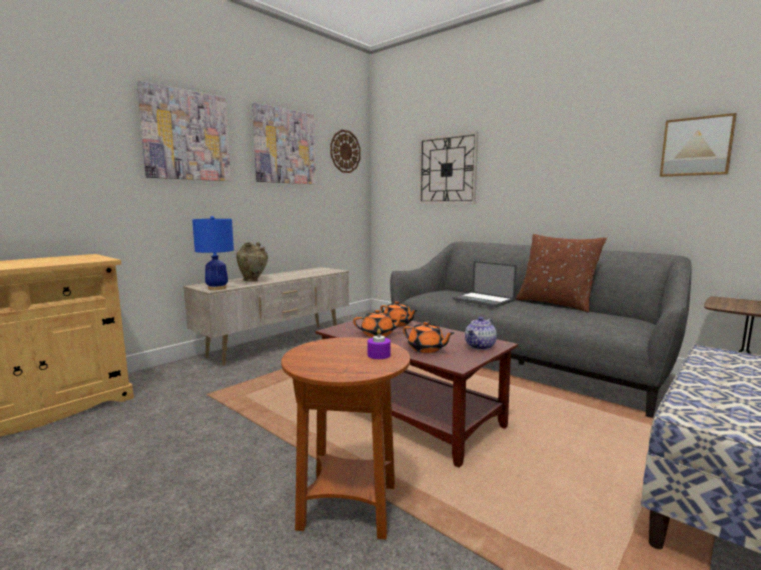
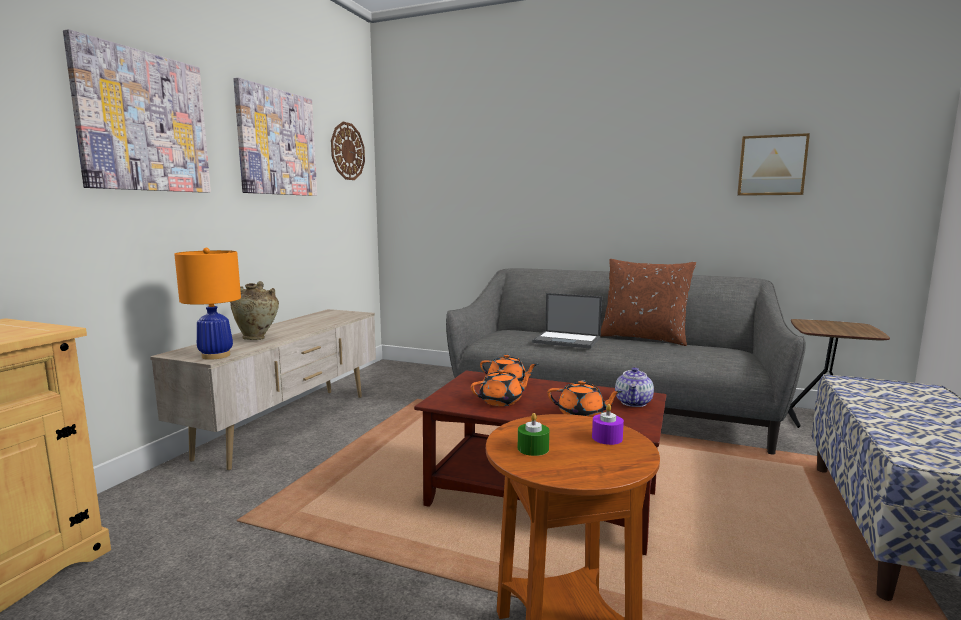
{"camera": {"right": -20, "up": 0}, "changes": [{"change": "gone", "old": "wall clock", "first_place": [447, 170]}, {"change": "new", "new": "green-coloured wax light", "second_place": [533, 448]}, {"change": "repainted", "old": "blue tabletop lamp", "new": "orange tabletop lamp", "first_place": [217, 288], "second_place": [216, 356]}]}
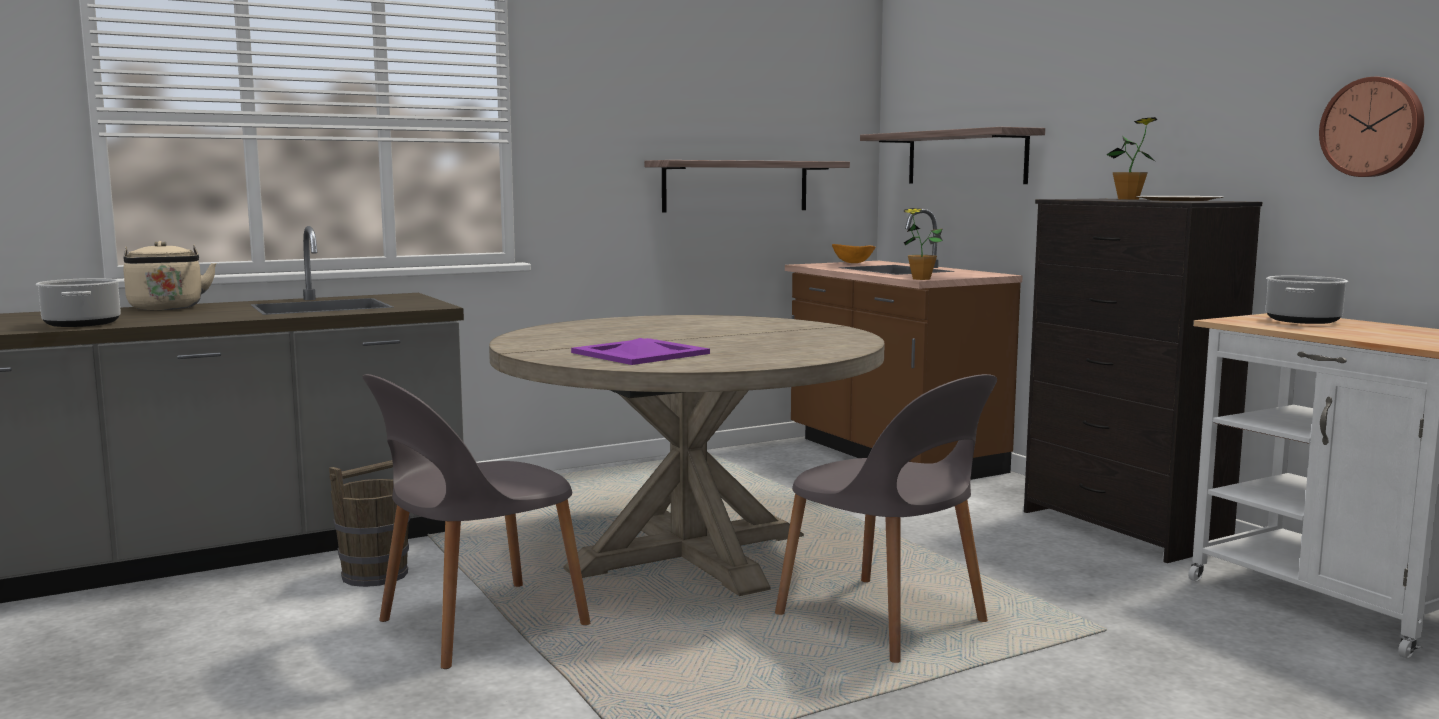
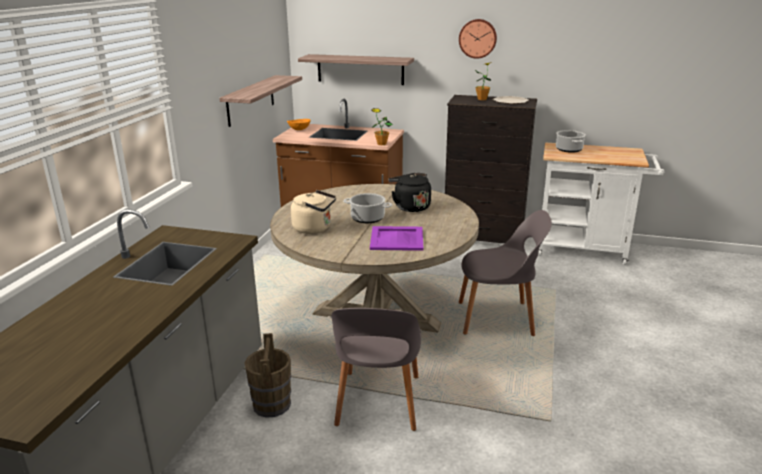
{"camera": {"right": -45, "up": 15}, "changes": [{"change": "new", "new": "black water kettle", "second_place": [410, 207]}, {"change": "shifted", "old": "stockpot", "first_place": [81, 323], "second_place": [367, 218]}, {"change": "shifted", "old": "sand-coloured water kettle", "first_place": [167, 308], "second_place": [314, 229]}, {"change": "shifted", "old": "wall clock", "first_place": [1373, 127], "second_place": [477, 38]}]}
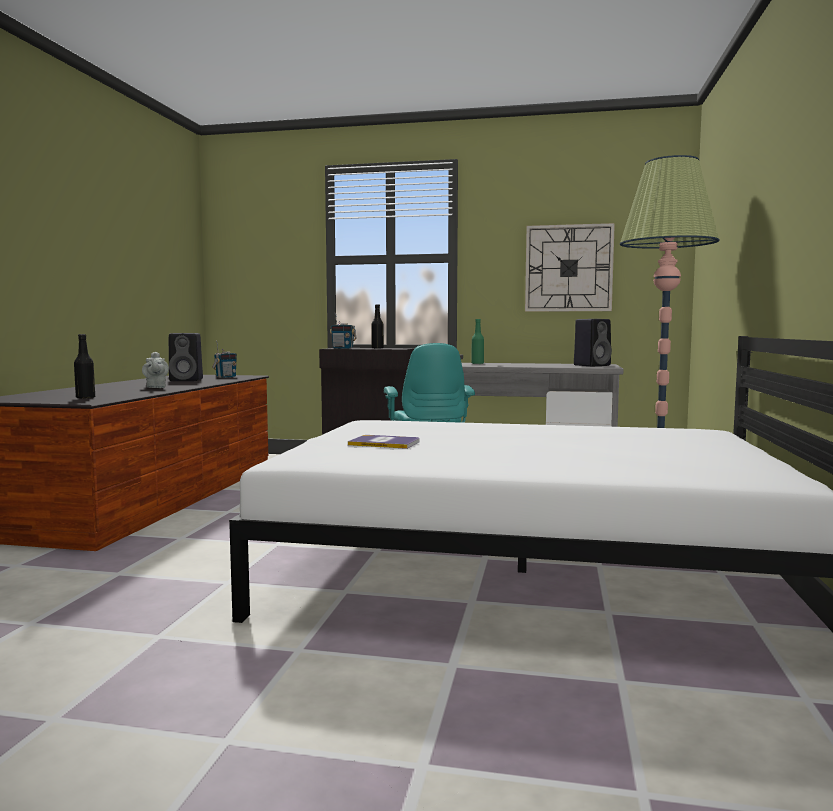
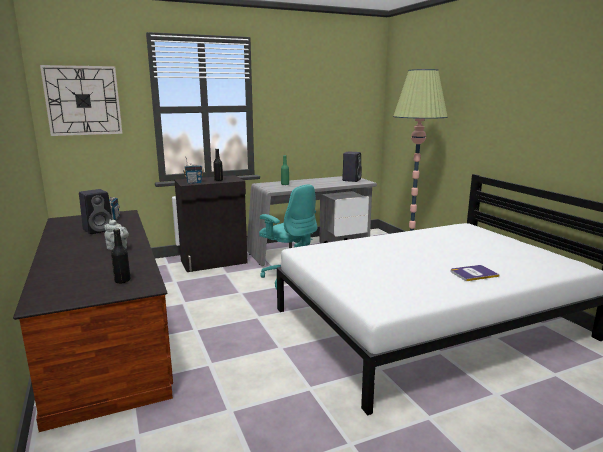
{"camera": {"right": -35, "up": 10}, "changes": [{"change": "shifted", "old": "volume", "first_place": [384, 443], "second_place": [473, 273]}, {"change": "shifted", "old": "wall clock", "first_place": [568, 268], "second_place": [83, 100]}]}
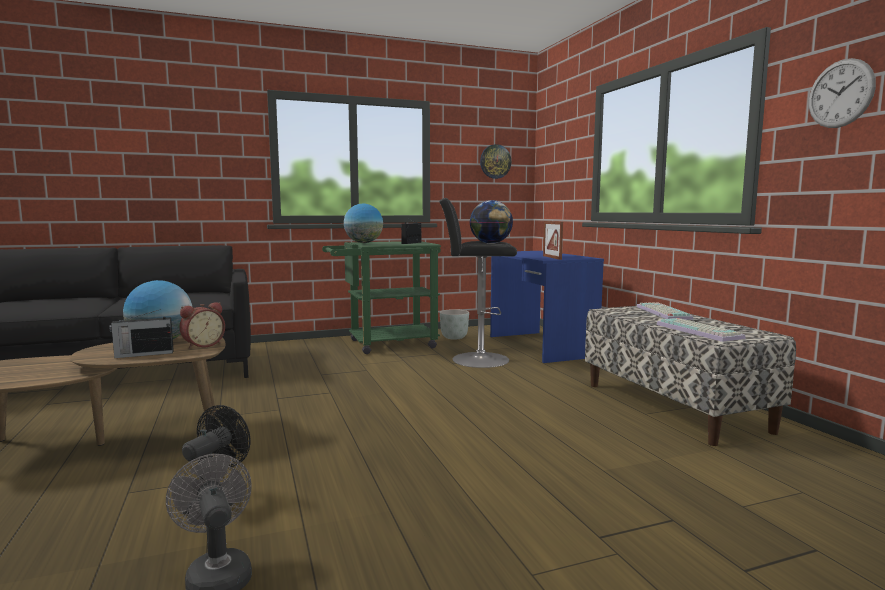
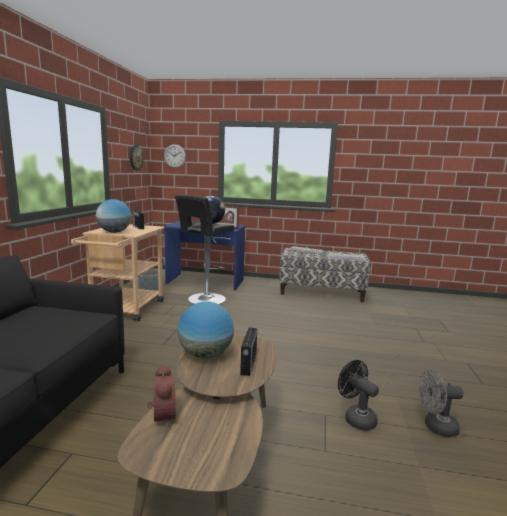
{"camera": {"right": -60, "up": 5}, "changes": [{"change": "shifted", "old": "table clock", "first_place": [202, 345], "second_place": [161, 416]}, {"change": "shifted", "old": "wall clock", "first_place": [840, 93], "second_place": [174, 156]}, {"change": "repainted", "old": "green-coloured trolley", "new": "sand-coloured trolley", "first_place": [384, 344], "second_place": [125, 310]}]}
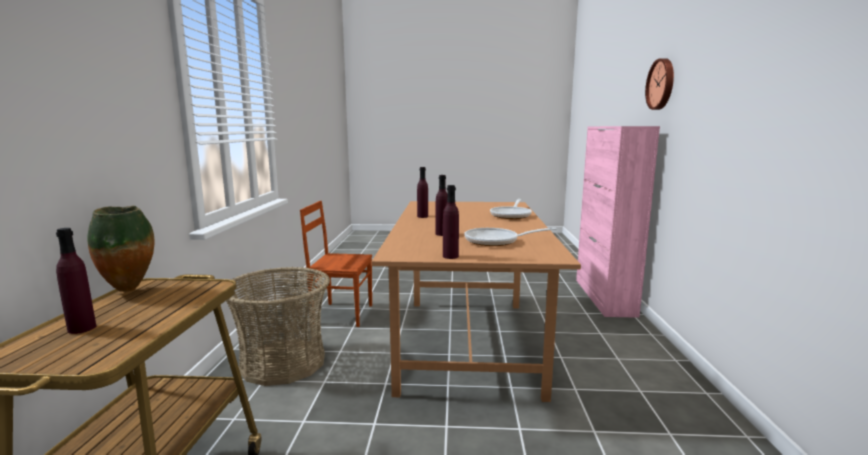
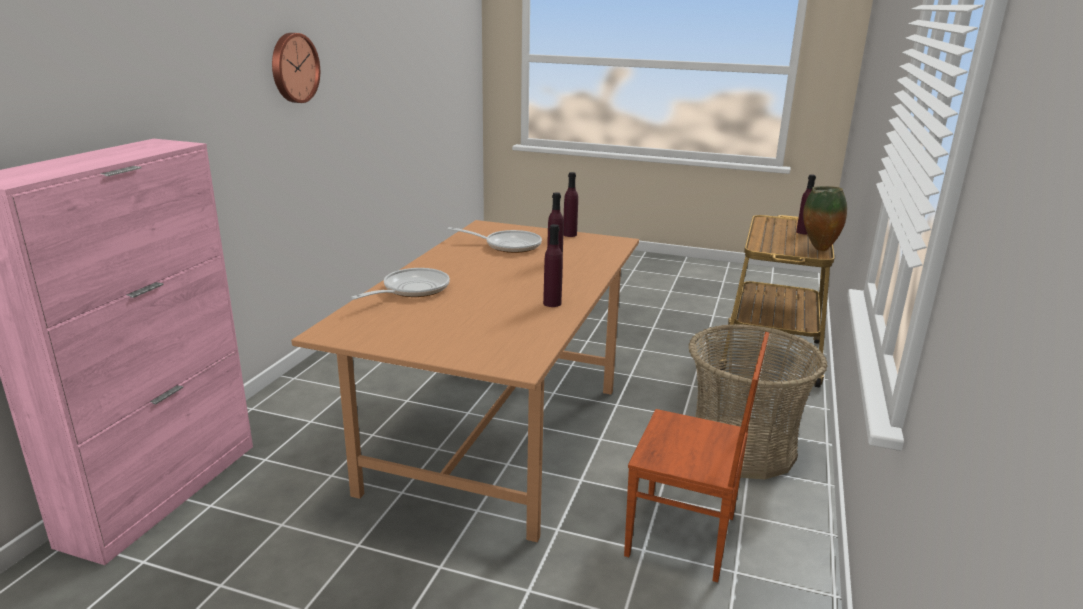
{"camera": {"right": -165, "up": 10}, "changes": [{"change": "shifted", "old": "wall clock", "first_place": [661, 84], "second_place": [293, 68]}]}
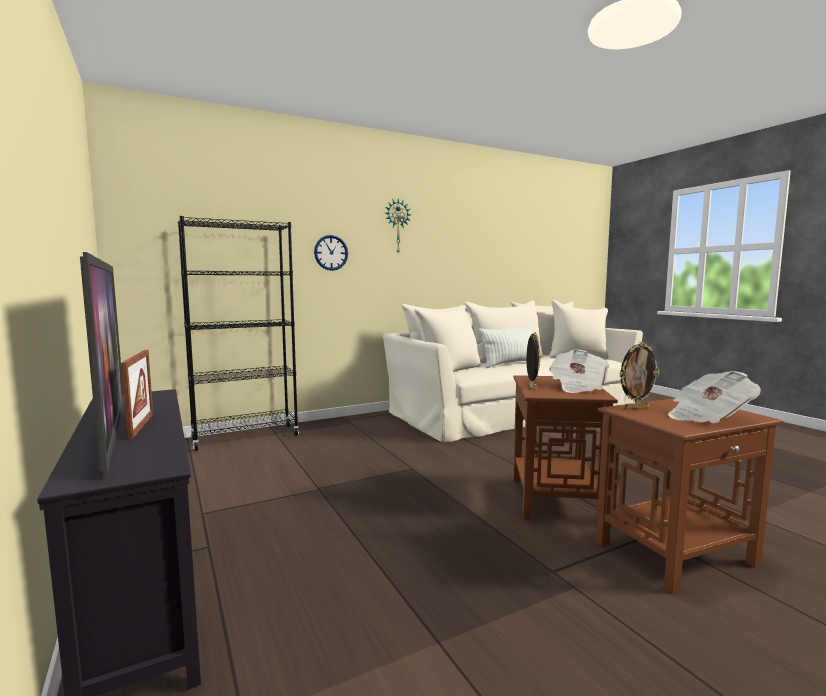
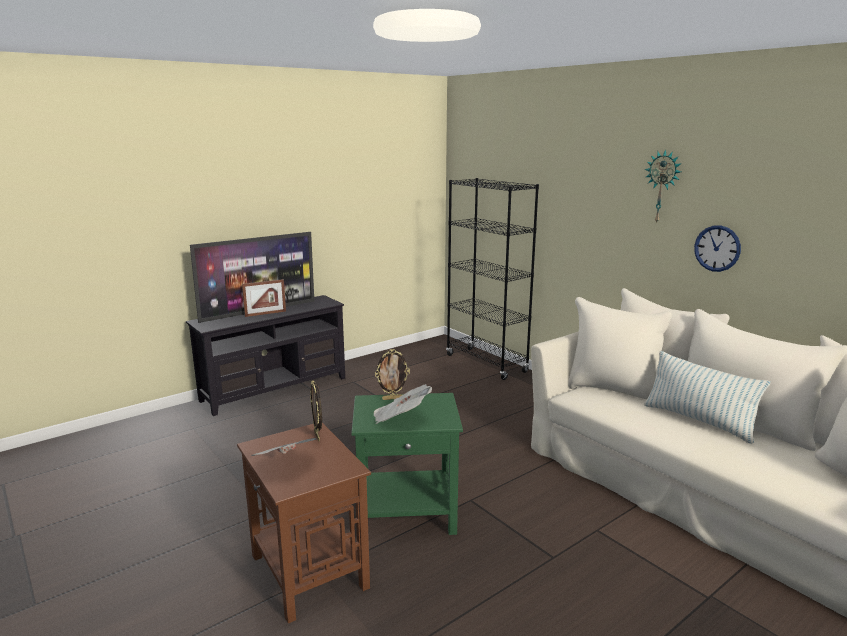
{"camera": {"right": 80, "up": 10}, "changes": [{"change": "shifted", "old": "wall clock", "first_place": [331, 252], "second_place": [717, 248]}, {"change": "repainted", "old": "brown side table", "new": "green-coloured side table", "first_place": [554, 497], "second_place": [408, 513]}]}
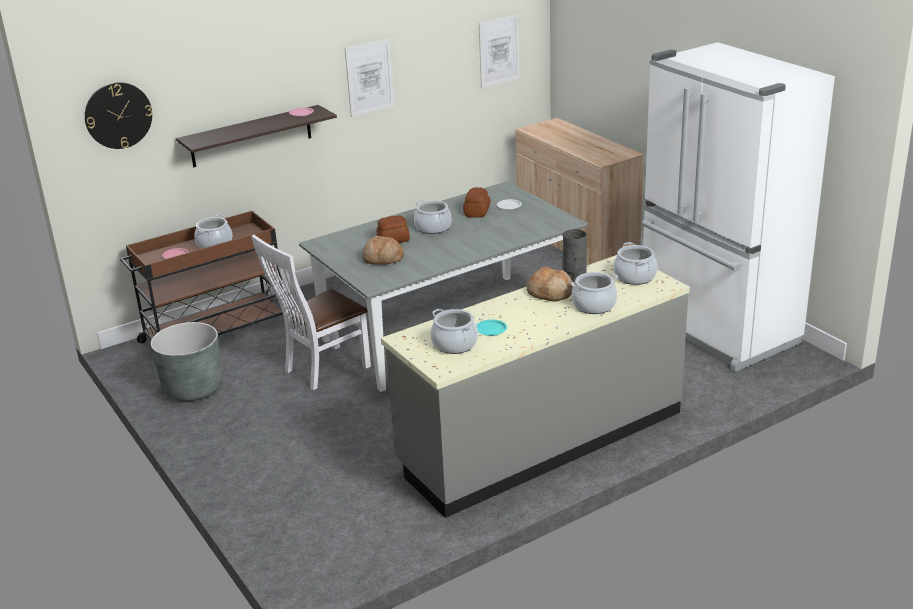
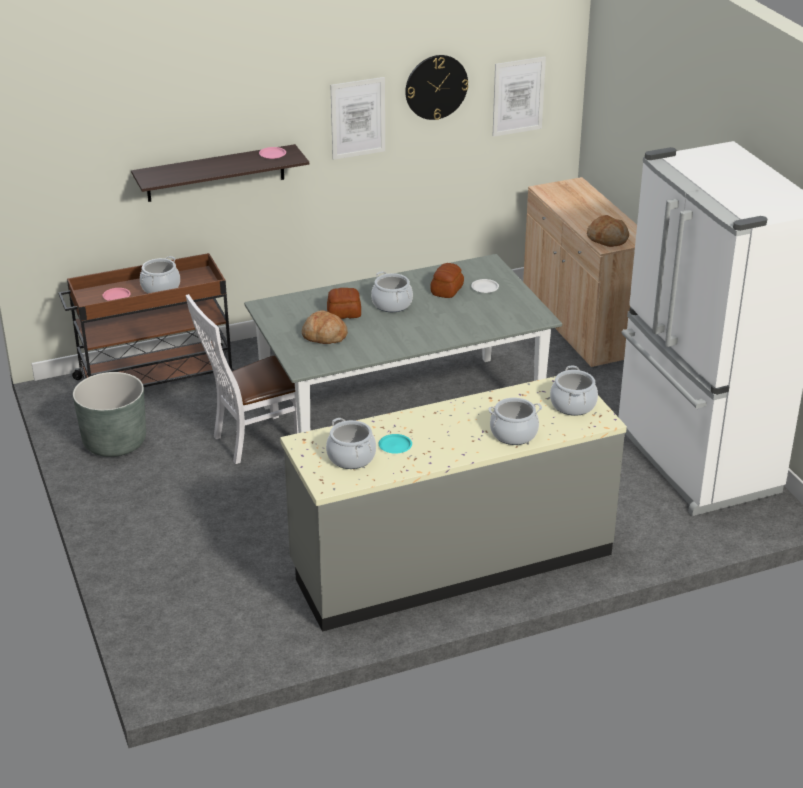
{"camera": {"right": 10, "up": 5}, "changes": [{"change": "gone", "old": "grey vase", "first_place": [573, 278]}, {"change": "shifted", "old": "wall clock", "first_place": [118, 115], "second_place": [436, 87]}, {"change": "shifted", "old": "bakery bread", "first_place": [550, 293], "second_place": [607, 239]}]}
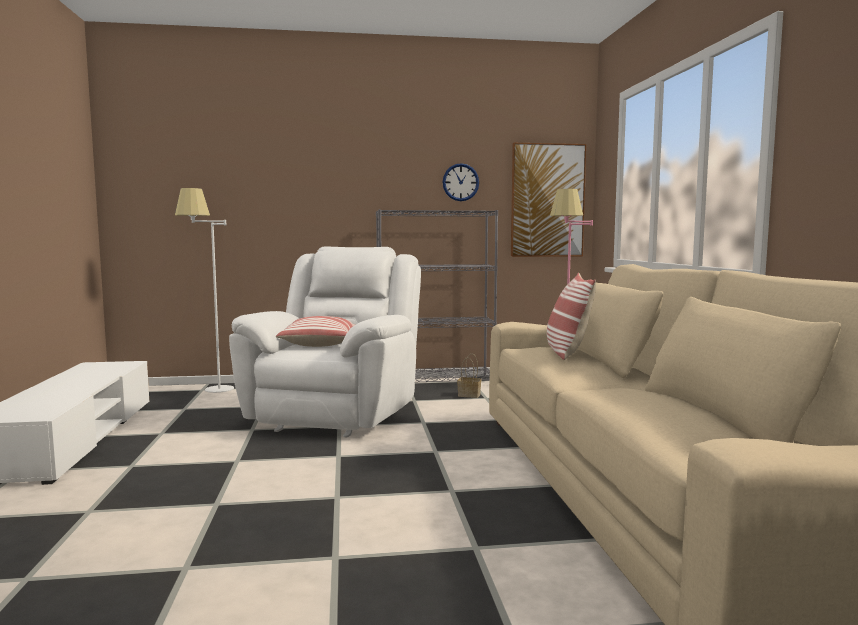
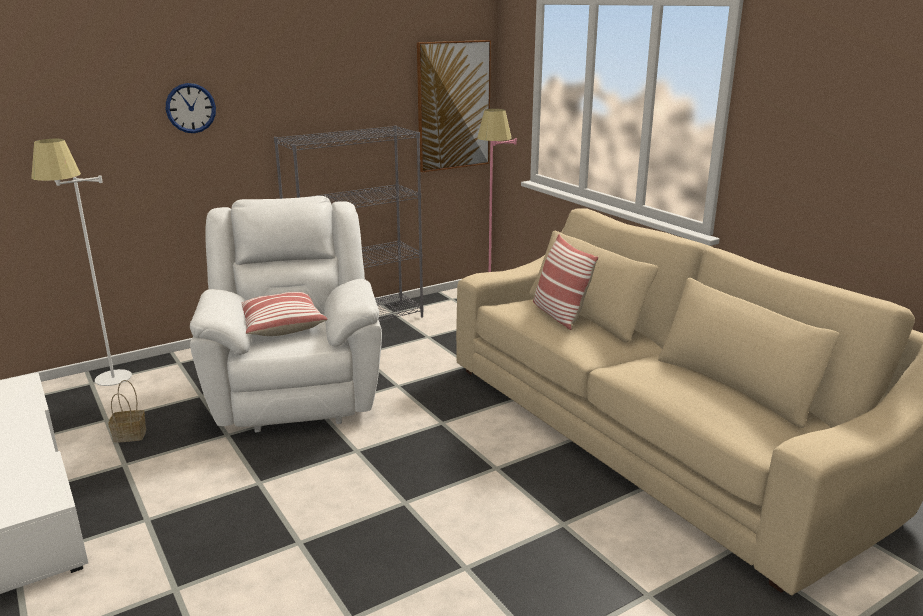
{"camera": {"right": -25, "up": 15}, "changes": [{"change": "shifted", "old": "wall clock", "first_place": [460, 182], "second_place": [190, 108]}, {"change": "shifted", "old": "household basket", "first_place": [470, 395], "second_place": [131, 435]}]}
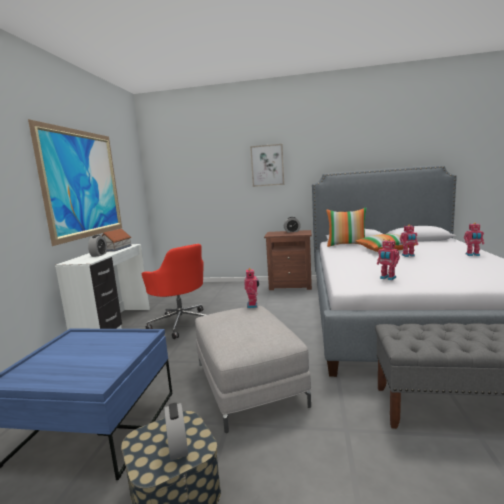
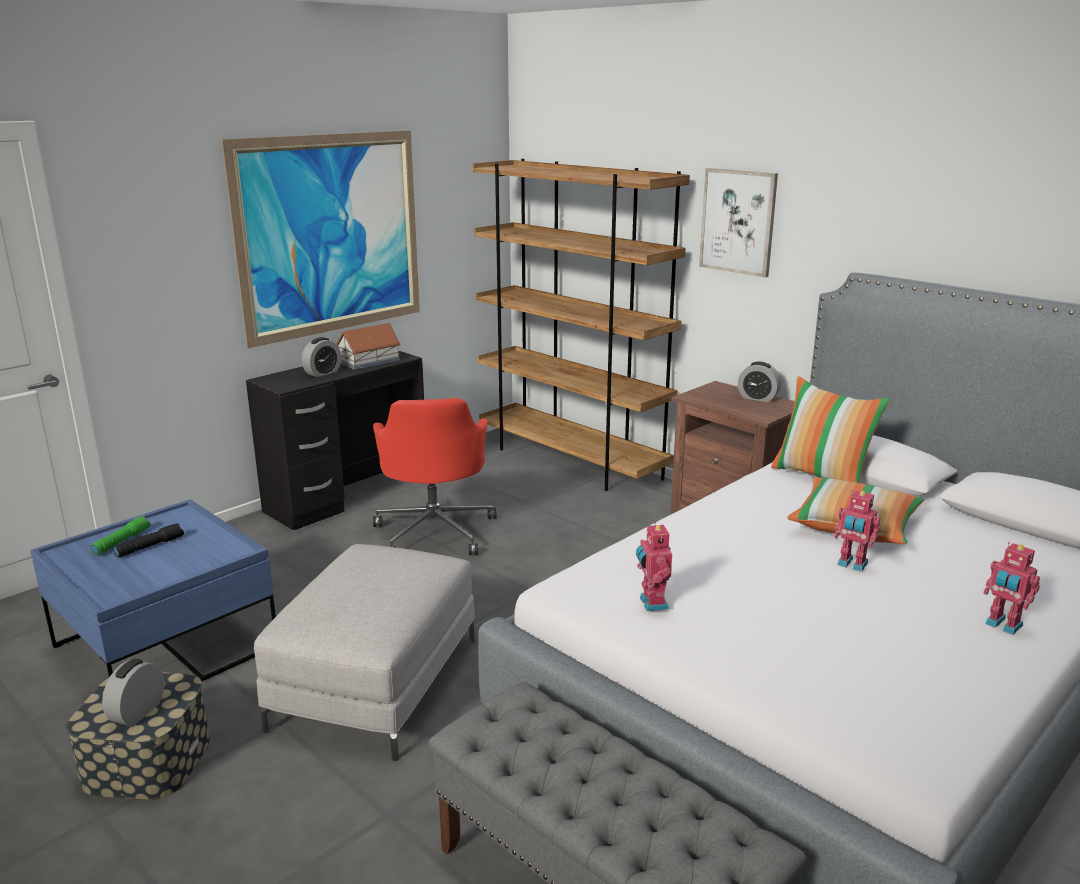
{"camera": {"right": 35, "up": 10}, "changes": [{"change": "gone", "old": "toy robot", "first_place": [253, 305]}, {"change": "new", "new": "green-coloured torch", "second_place": [121, 541]}, {"change": "new", "new": "black torch", "second_place": [150, 546]}, {"change": "new", "new": "brown shelving unit", "second_place": [571, 461]}, {"change": "repainted", "old": "white-coloured desk table", "new": "black desk table", "first_place": [115, 326], "second_place": [349, 497]}]}
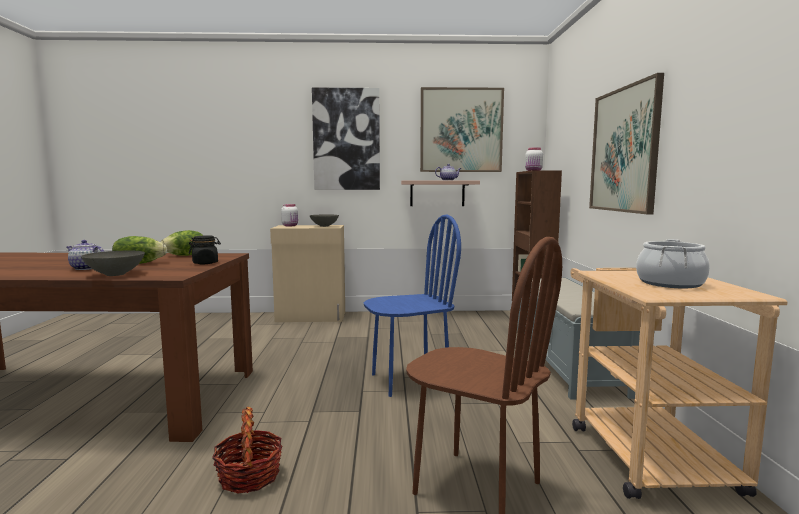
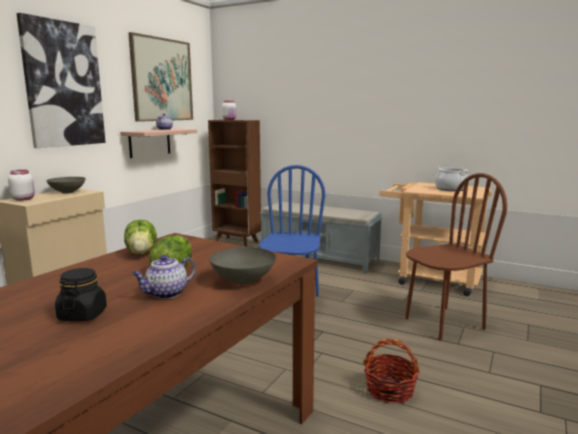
{"camera": {"right": -60, "up": 5}, "changes": [{"change": "gone", "old": "picture", "first_place": [624, 150]}, {"change": "shifted", "old": "black preserve jar", "first_place": [205, 263], "second_place": [82, 315]}]}
